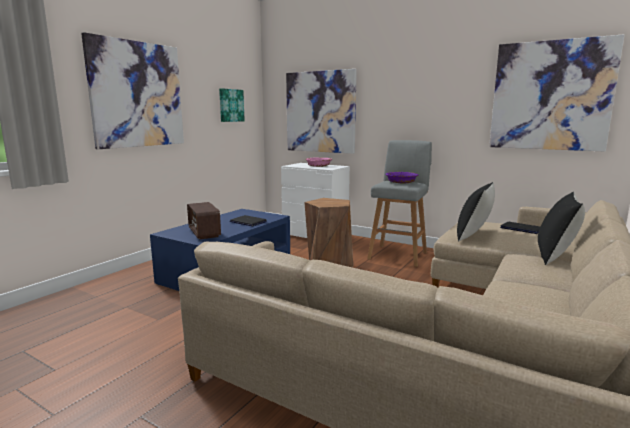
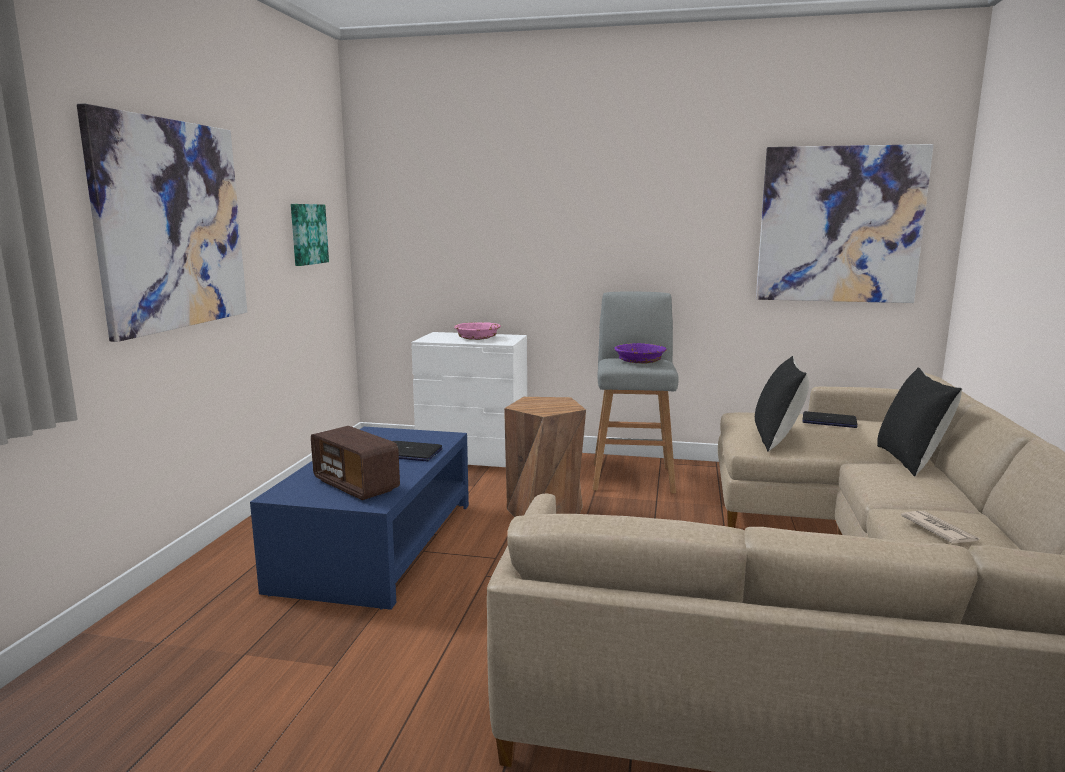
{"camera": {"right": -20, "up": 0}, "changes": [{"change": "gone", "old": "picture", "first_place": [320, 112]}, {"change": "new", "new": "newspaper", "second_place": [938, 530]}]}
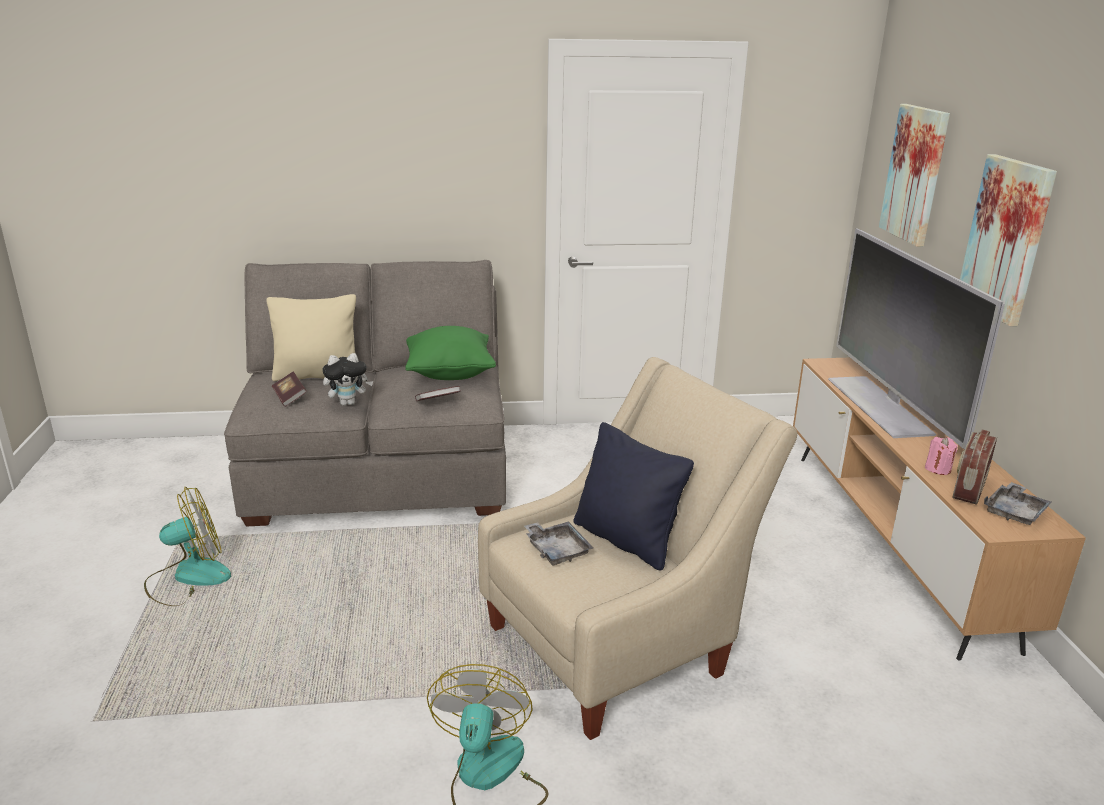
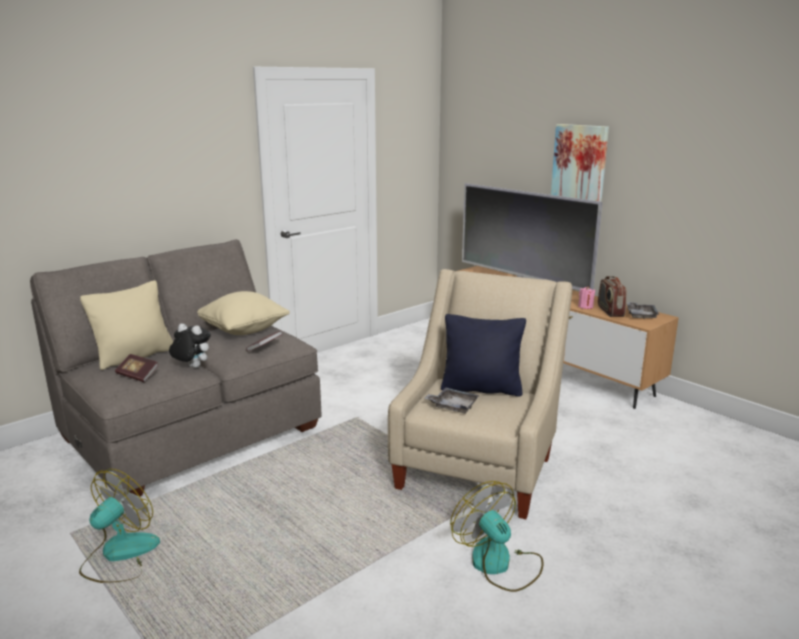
{"camera": {"right": -35, "up": -5}, "changes": [{"change": "gone", "old": "picture", "first_place": [915, 174]}, {"change": "repainted", "old": "green-coloured pillow", "new": "sand-coloured pillow", "first_place": [450, 374], "second_place": [243, 330]}, {"change": "rotated", "old": "cuddly toy", "first_place": [348, 403], "second_place": [191, 367], "degrees": -105}]}
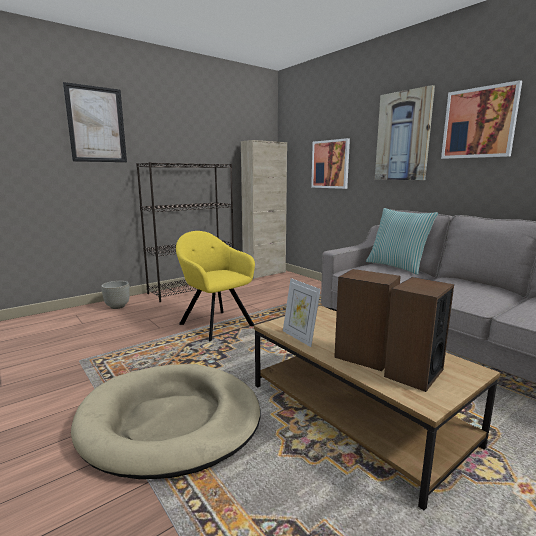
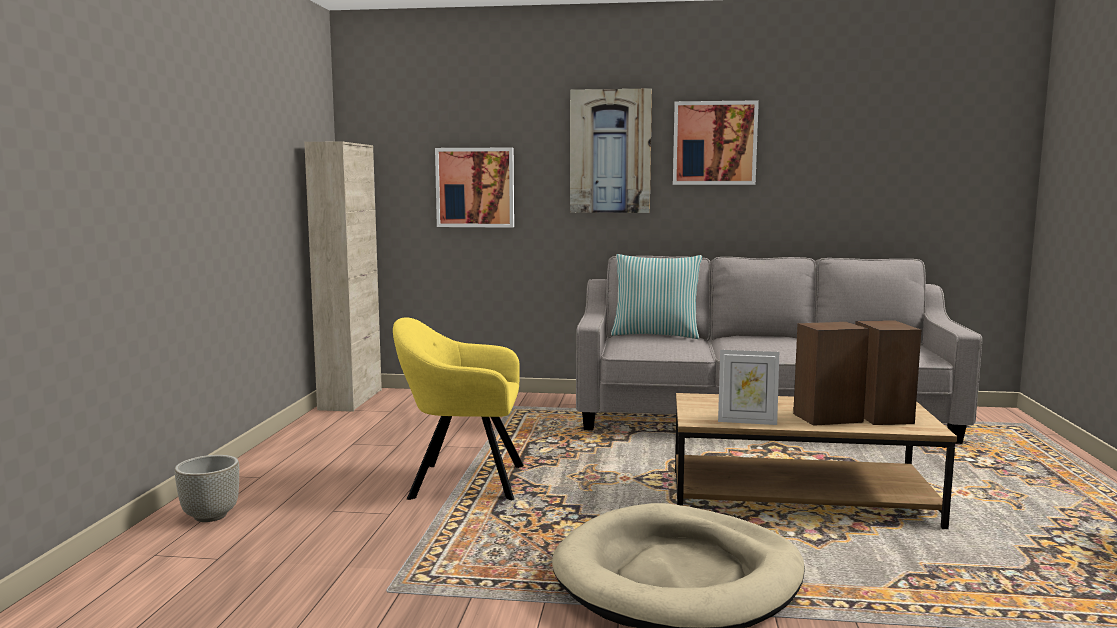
{"camera": {"right": -45, "up": -5}, "changes": [{"change": "gone", "old": "picture", "first_place": [96, 124]}, {"change": "gone", "old": "black shelving unit", "first_place": [192, 289]}]}
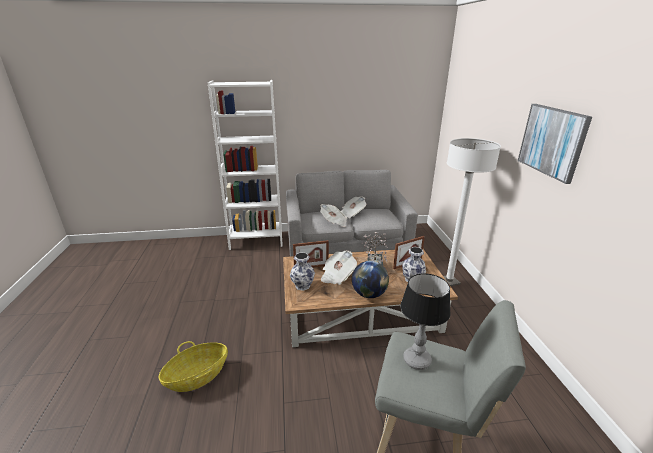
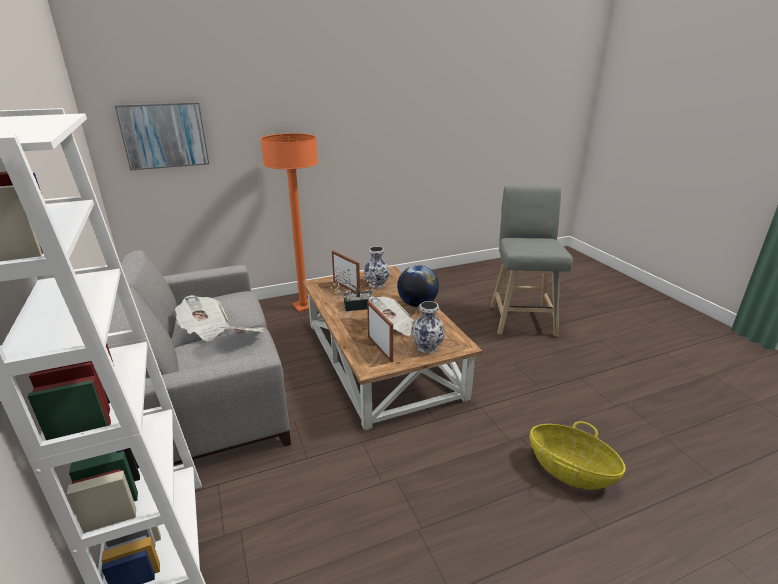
{"camera": {"right": -105, "up": 0}, "changes": [{"change": "gone", "old": "tabletop lamp", "first_place": [416, 360]}, {"change": "shifted", "old": "picture", "first_place": [552, 141], "second_place": [164, 135]}, {"change": "repainted", "old": "white-coloured floor lamp", "new": "orange floor lamp", "first_place": [449, 281], "second_place": [303, 306]}]}
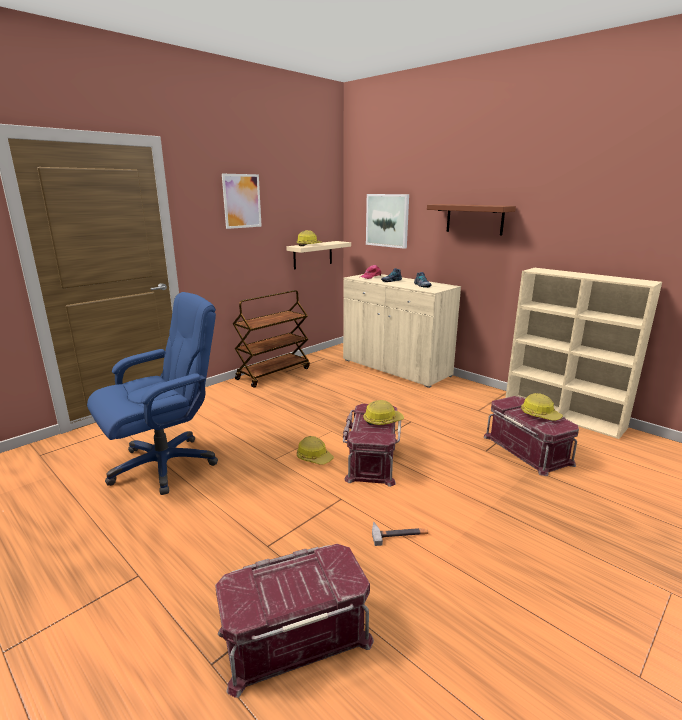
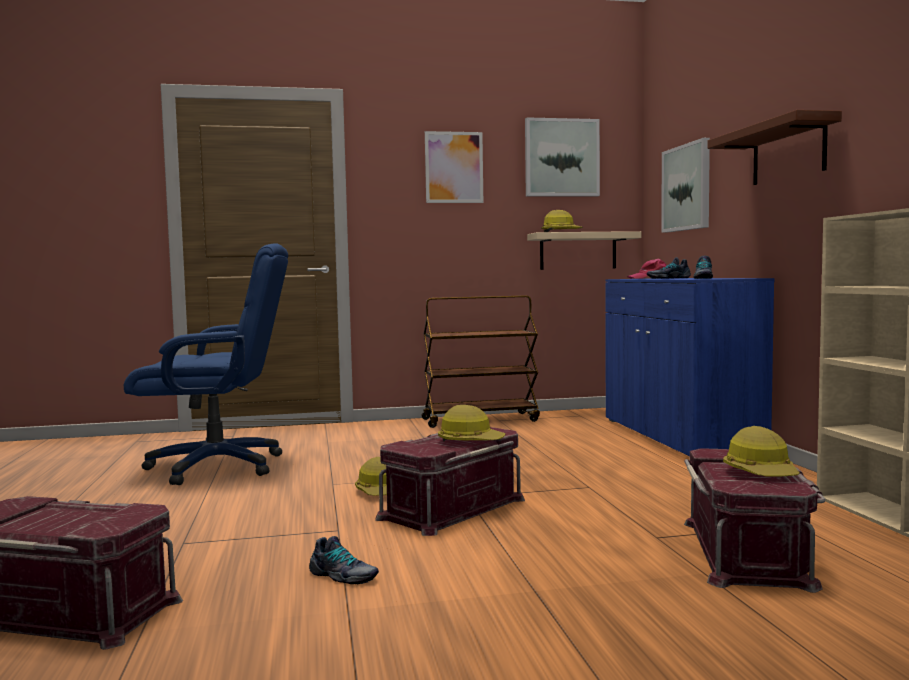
{"camera": {"right": 35, "up": -15}, "changes": [{"change": "new", "new": "picture", "second_place": [561, 158]}, {"change": "swapped", "old": "hammer", "new": "item of footwear", "first_place": [399, 534], "second_place": [342, 576]}, {"change": "repainted", "old": "sand-coloured cupboard", "new": "blue cupboard", "first_place": [395, 368], "second_place": [678, 436]}]}
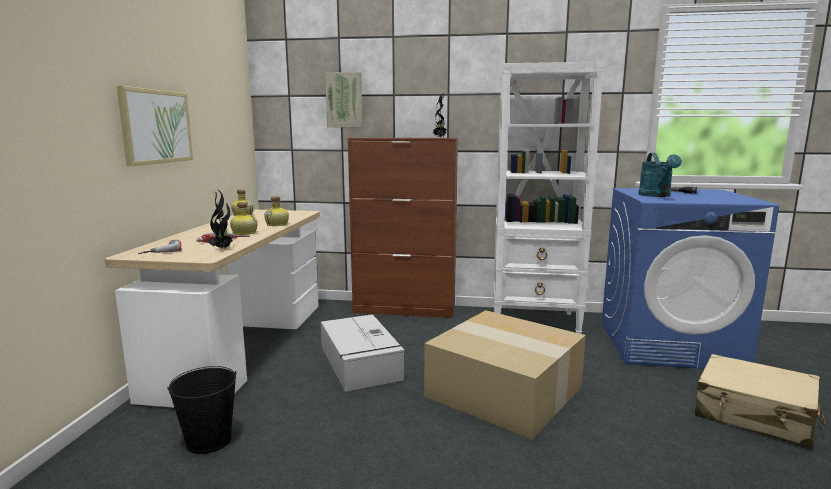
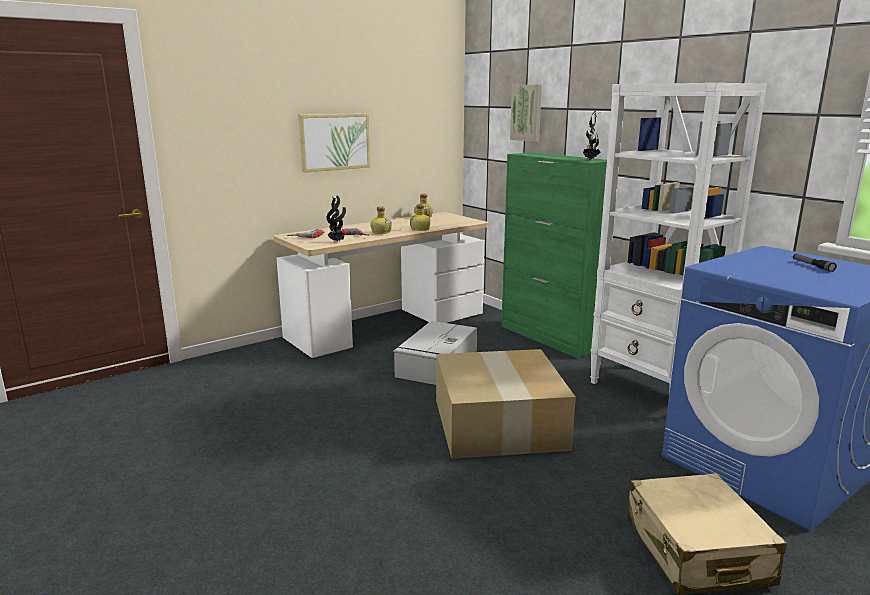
{"camera": {"right": 45, "up": 5}, "changes": [{"change": "gone", "old": "black bucket", "first_place": [209, 441]}, {"change": "gone", "old": "blue-green watering pot", "first_place": [657, 196]}, {"change": "repainted", "old": "brown cupboard", "new": "green-coloured cupboard", "first_place": [405, 310], "second_place": [549, 338]}]}
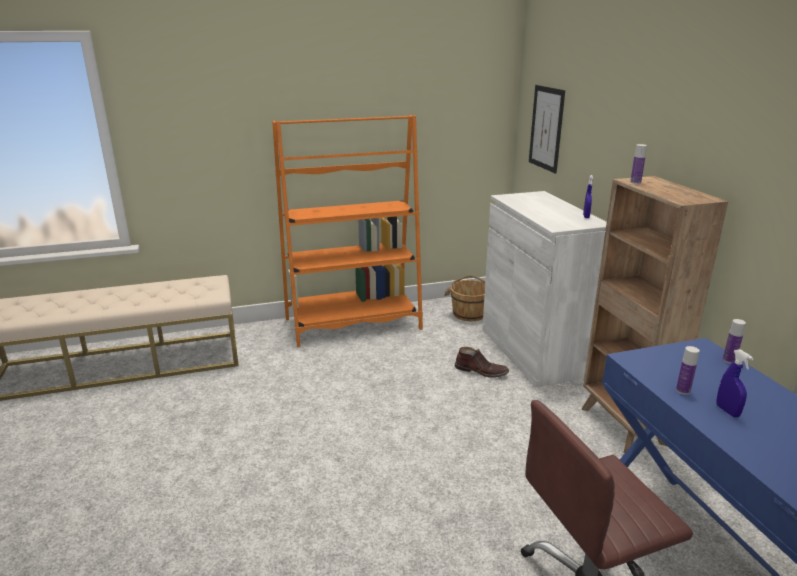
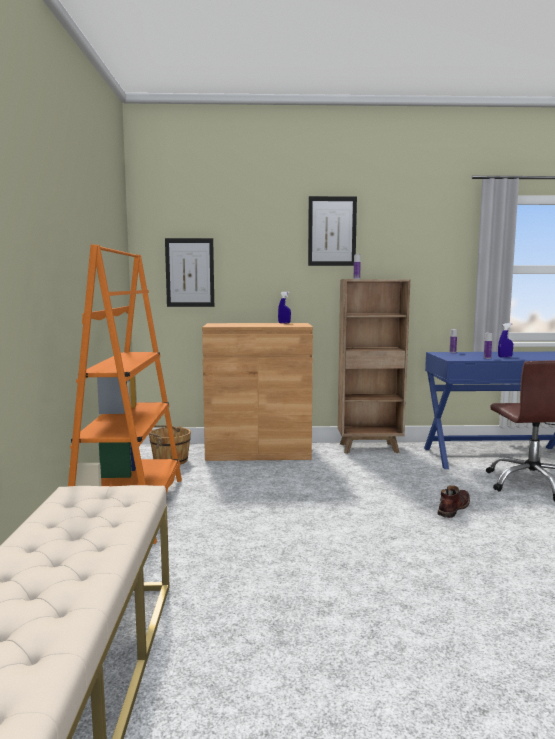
{"camera": {"right": -75, "up": -15}, "changes": [{"change": "new", "new": "picture", "second_place": [332, 231]}, {"change": "shifted", "old": "brown tall boot", "first_place": [481, 371], "second_place": [453, 508]}, {"change": "repainted", "old": "white-coloured cupboard", "new": "brown cupboard", "first_place": [533, 351], "second_place": [258, 452]}]}
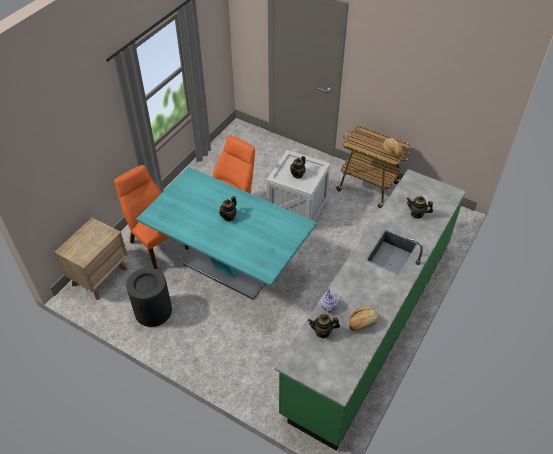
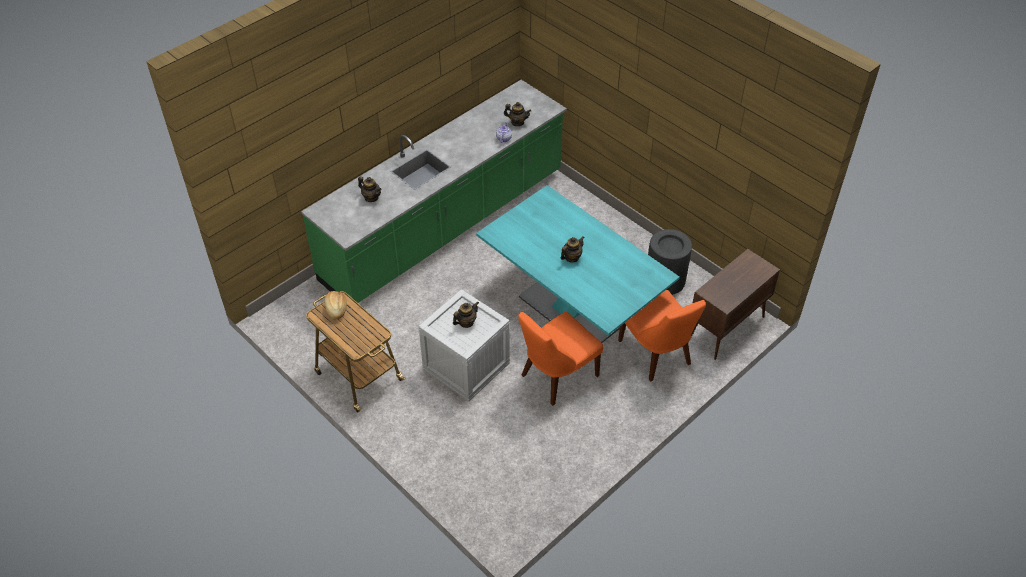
{"camera": {"right": -165, "up": 0}, "changes": [{"change": "gone", "old": "bakery bread", "first_place": [362, 323]}, {"change": "swapped", "old": "brown bedside table", "new": "brown cupboard", "first_place": [100, 276], "second_place": [725, 329]}]}
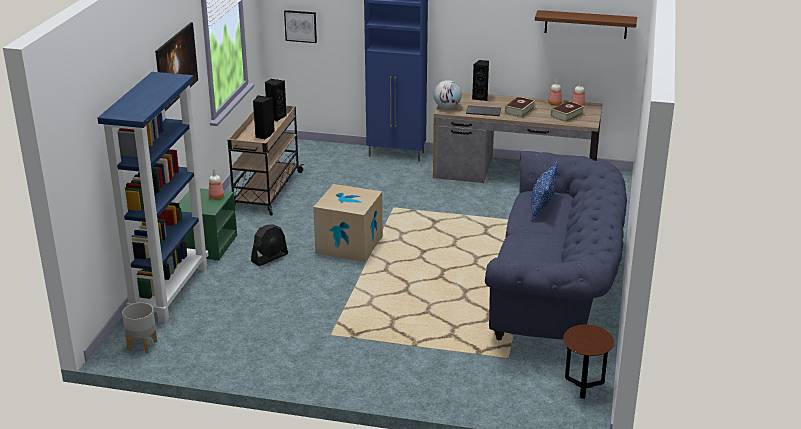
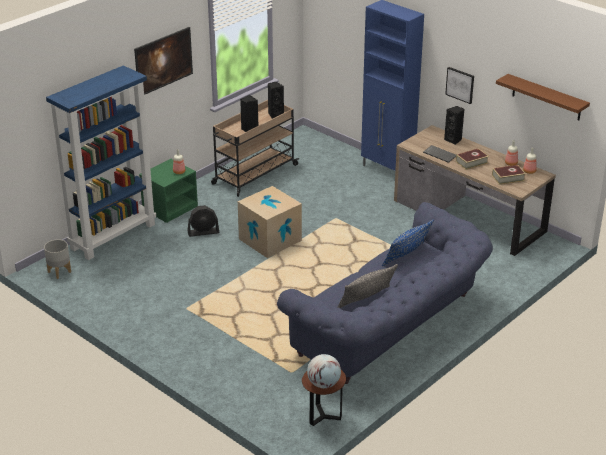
{"camera": {"right": 30, "up": 5}, "changes": [{"change": "new", "new": "grey pillow", "second_place": [366, 300]}, {"change": "shifted", "old": "picture", "first_place": [300, 26], "second_place": [460, 85]}, {"change": "shifted", "old": "world globe", "first_place": [447, 107], "second_place": [323, 384]}]}
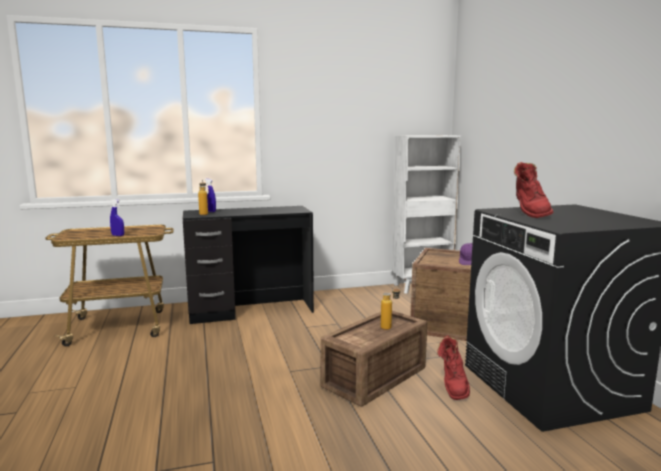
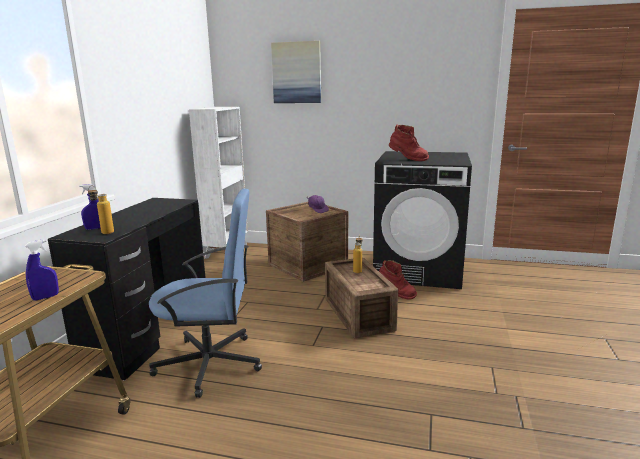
{"camera": {"right": -60, "up": 5}, "changes": [{"change": "new", "new": "blue office chair", "second_place": [211, 363]}, {"change": "new", "new": "picture", "second_place": [297, 73]}]}
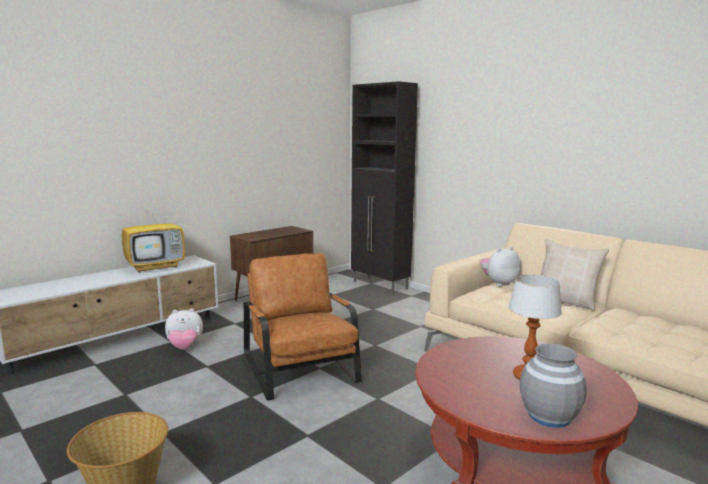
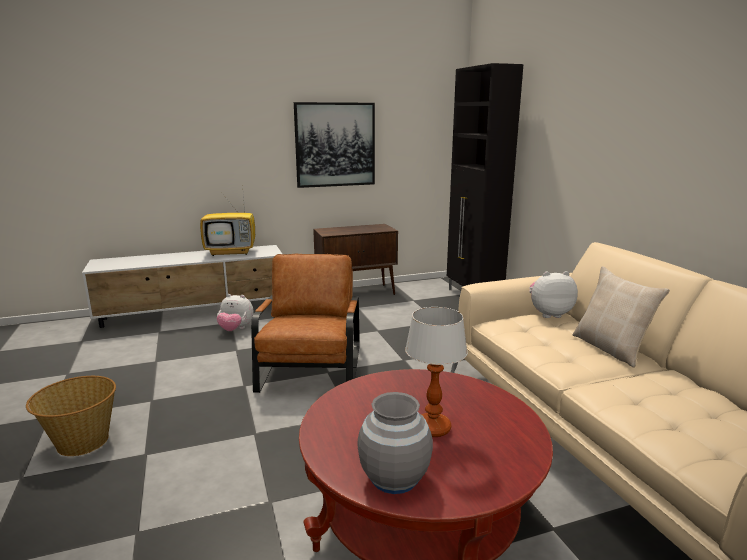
{"camera": {"right": 25, "up": 5}, "changes": [{"change": "new", "new": "picture", "second_place": [335, 145]}]}
